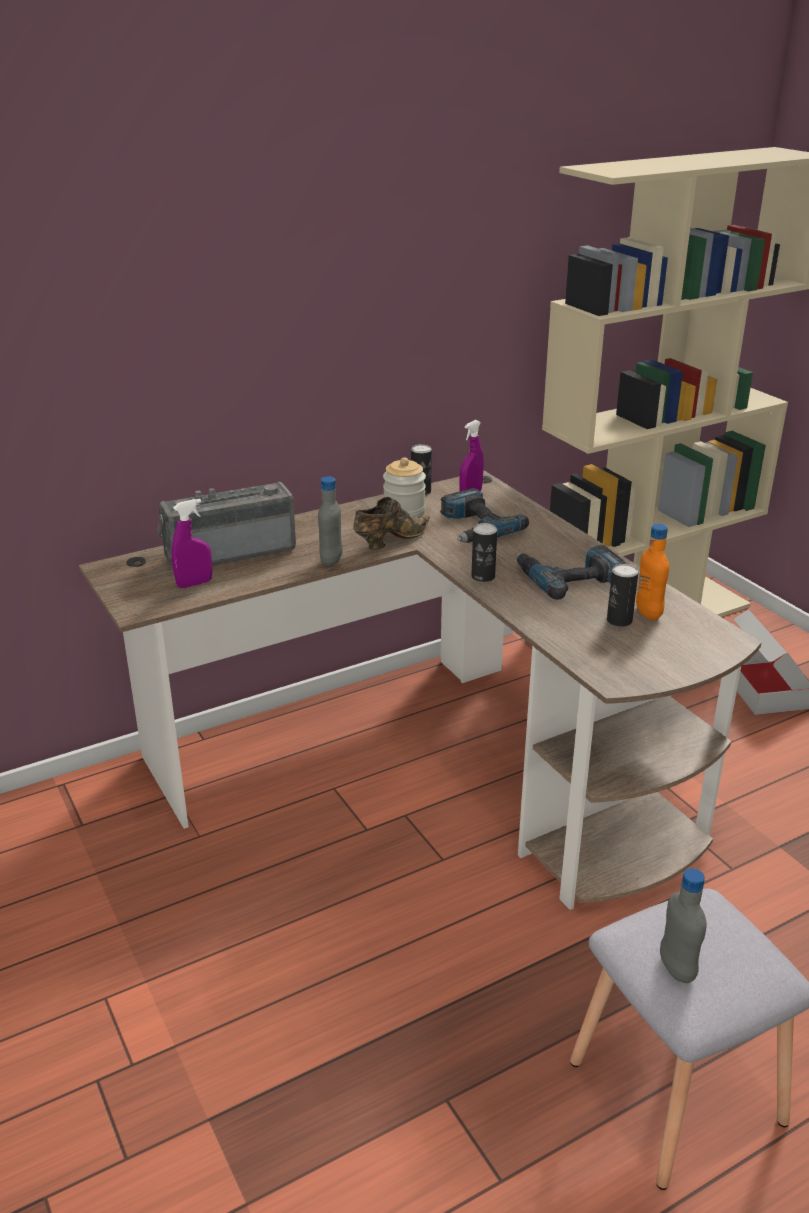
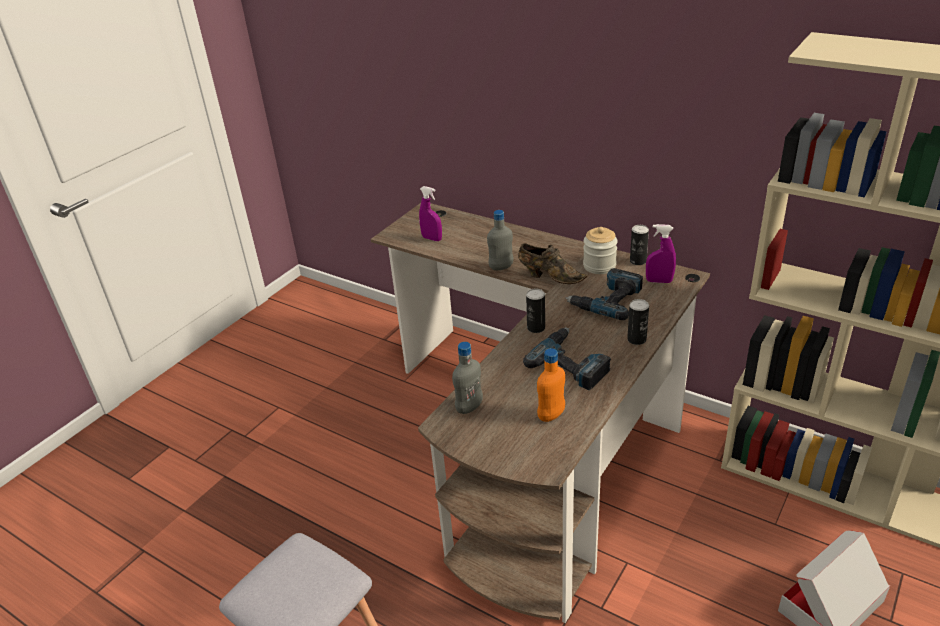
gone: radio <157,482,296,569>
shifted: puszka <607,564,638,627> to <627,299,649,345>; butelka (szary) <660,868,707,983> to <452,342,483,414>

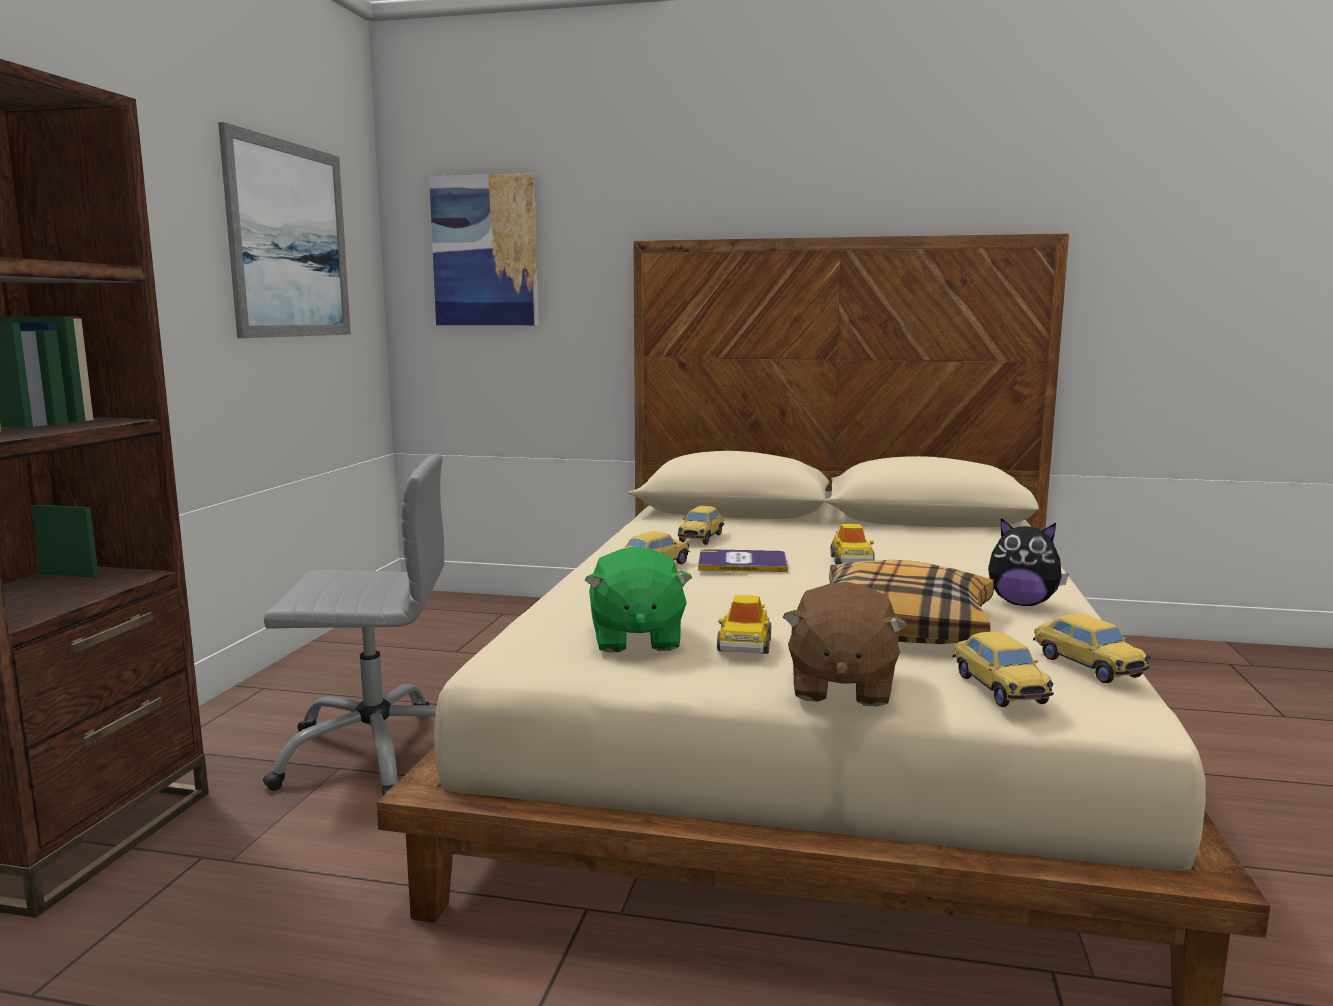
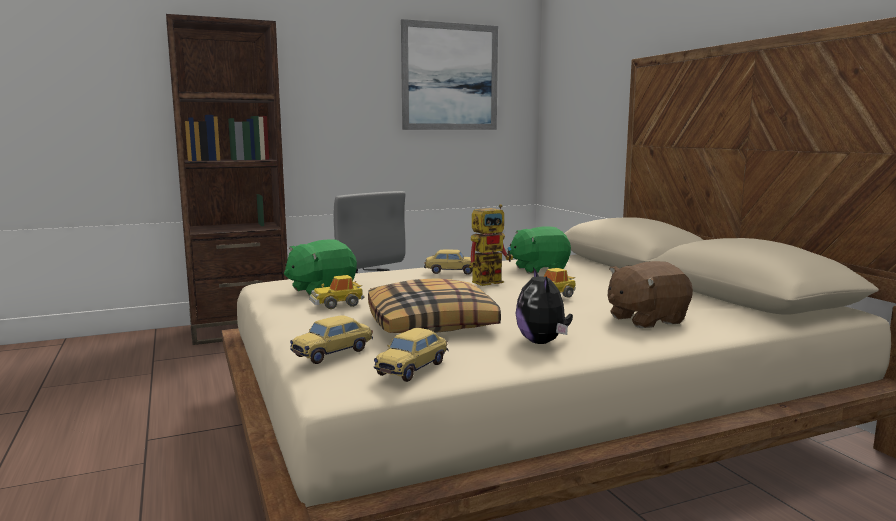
gone: obraz <429,173,539,325>
shifted: pluszak (brązowy) <783,582,908,707> to <608,261,693,328>
swapped: samochodzik <678,506,724,545> to pluszak (zielony) <510,226,571,273>; książka <698,549,788,572> to robot zabawkowy <469,204,513,286>

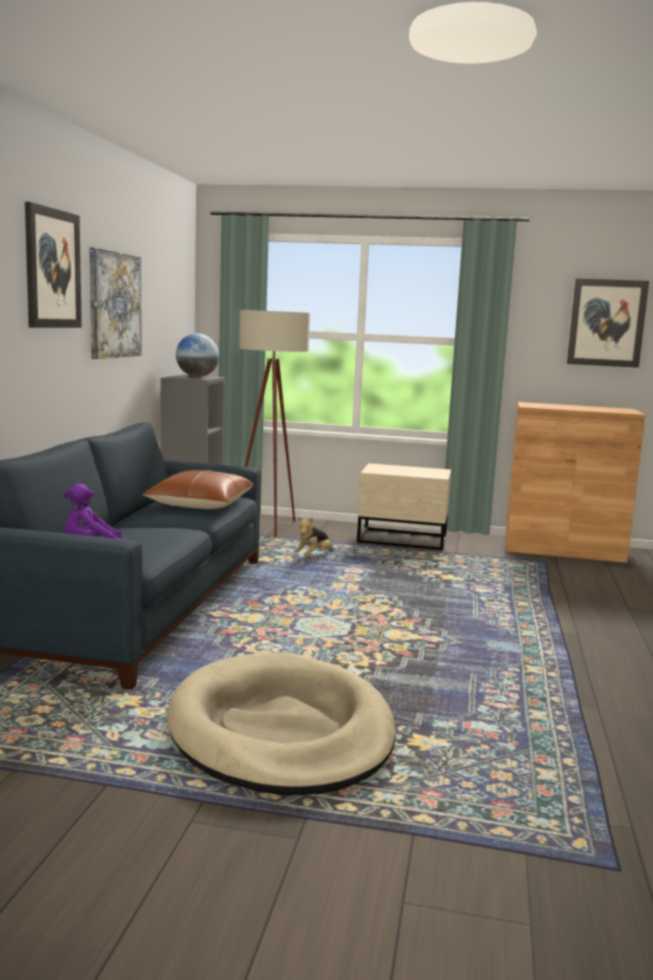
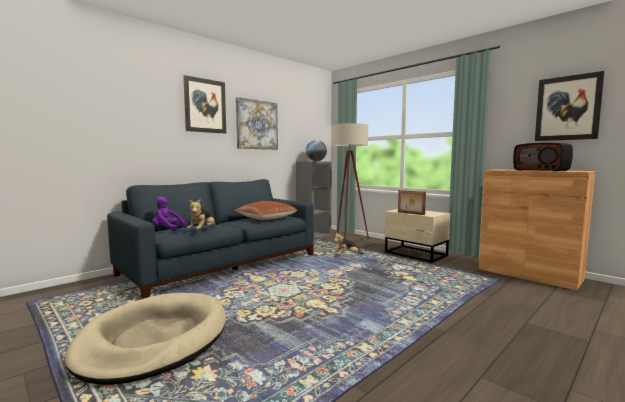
new: pluszak <187,199,215,230>; ramka na zdjęcie <398,190,426,215>; radio <513,142,573,171>

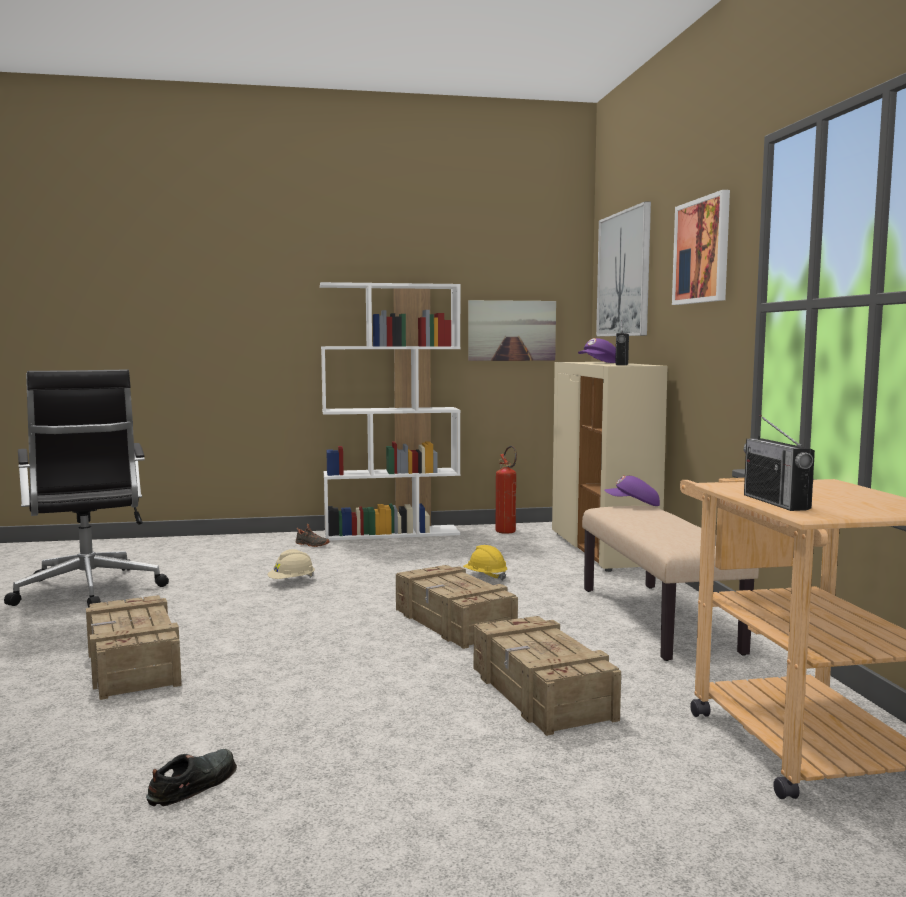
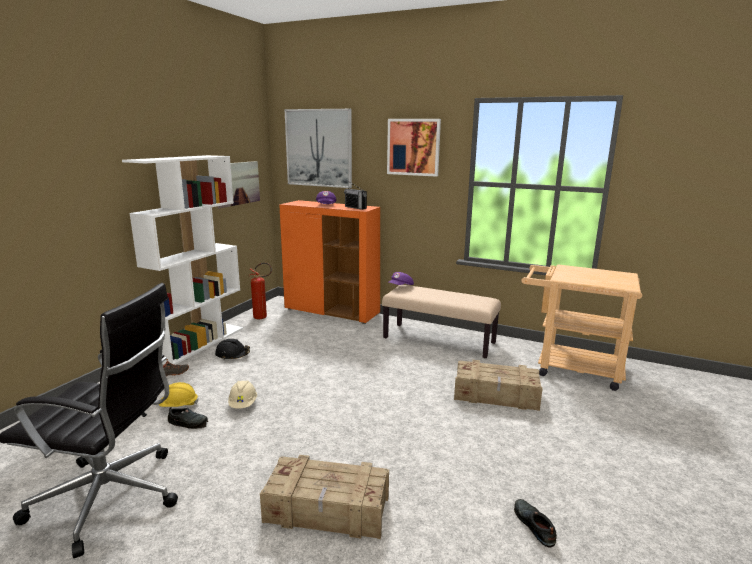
gone: skrzynka <396,565,518,649>; radio <744,415,815,511>
new: but (czarny) <168,407,208,429>; kask (czarny) <215,339,250,360>
shifted: kask (żółty) <463,545,507,581> to <159,382,198,407>
repainted: szafka (beżowy) <552,362,668,572> to szafka (pomarańczowy) <279,200,380,324>

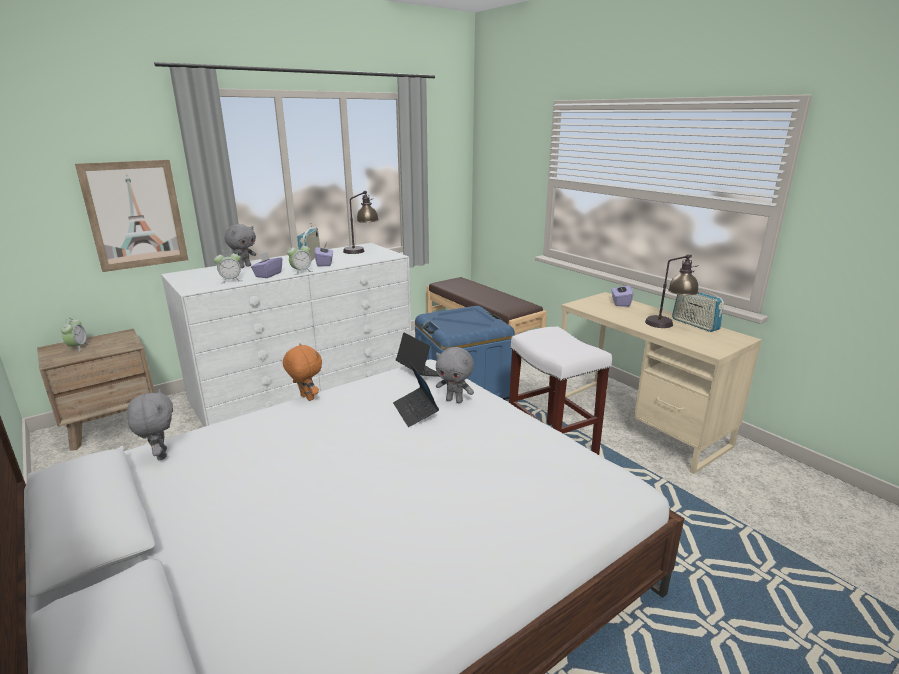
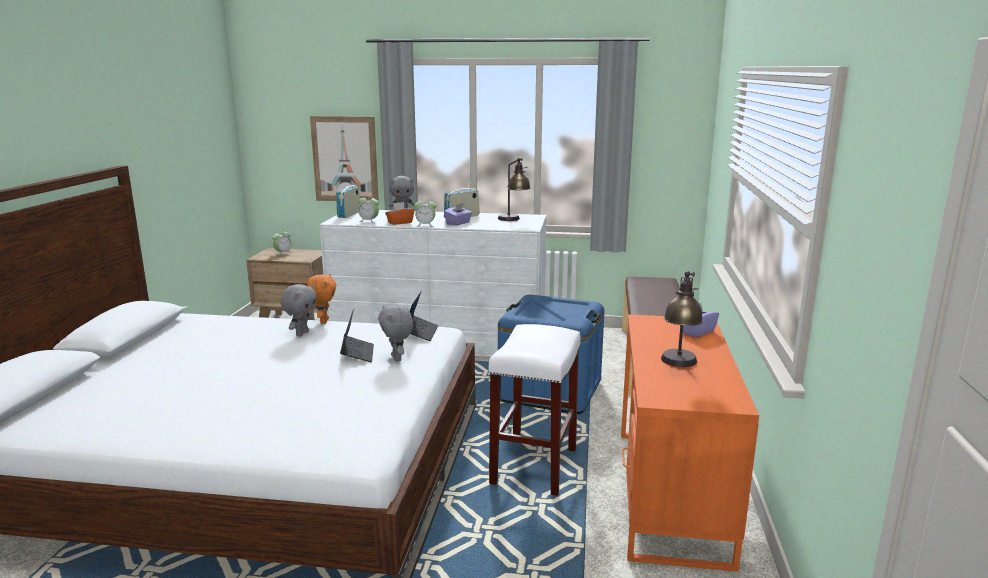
shifted: pluszak (szary) <127,389,173,460> to <281,284,317,336>; radio <672,289,724,332> to <336,181,360,218>
repainted: pudełko chusteczek (fioletowy) <251,252,282,278> to pudełko chusteczek (pomarańczowy) <385,202,414,225>; biurko (beżowy) <561,292,762,474> to biurko (pomarańczowy) <621,314,759,572>
rotated: laptop <393,363,439,427> = <340,308,374,362> 150 degrees clockwise

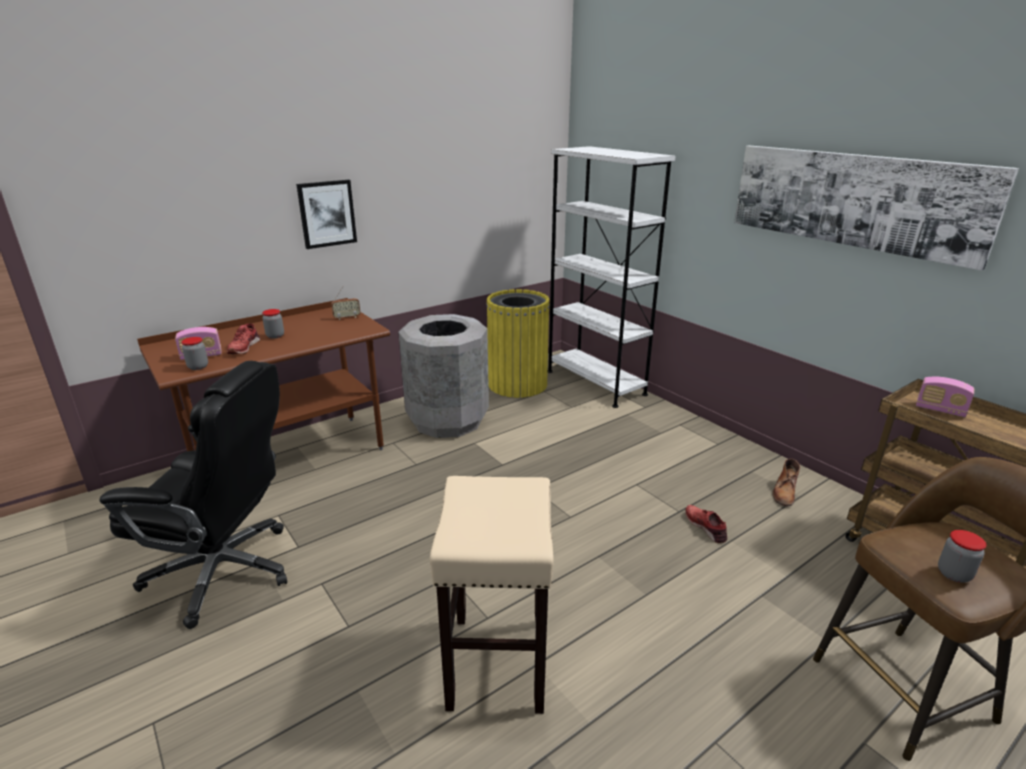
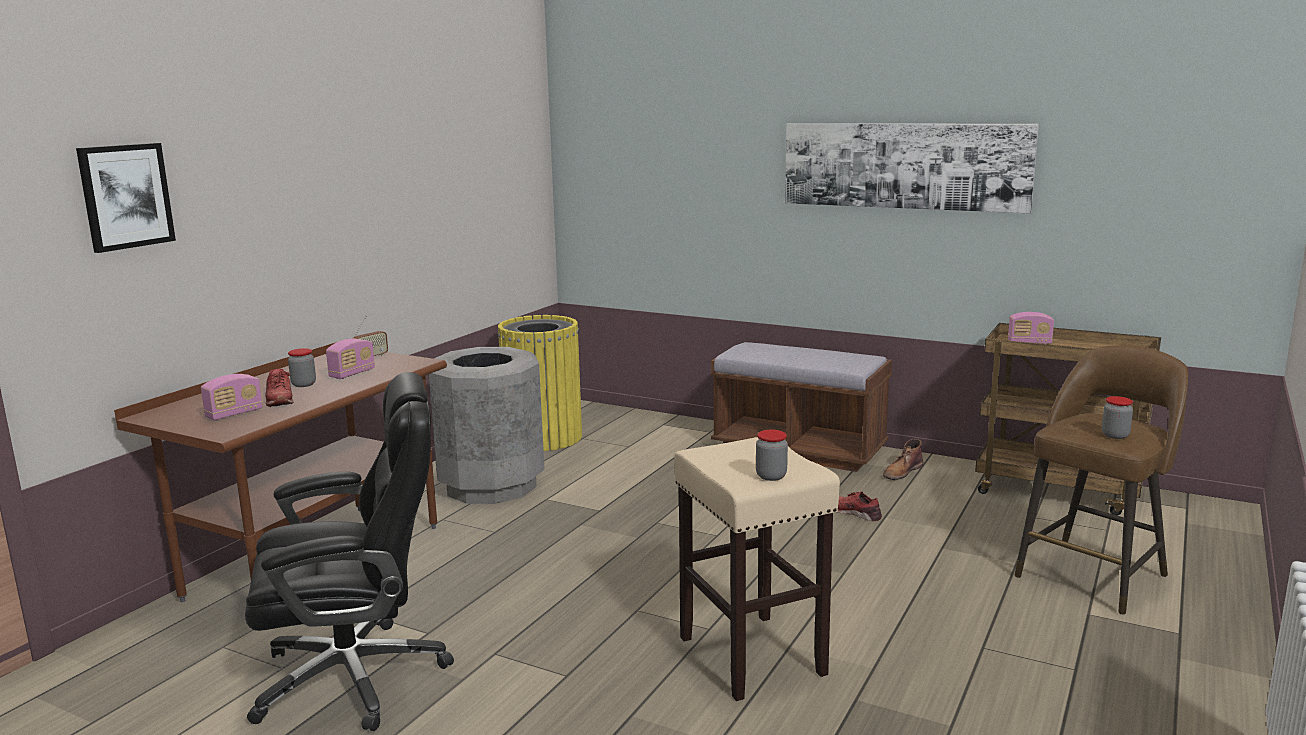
gone: regał (biały) <548,146,675,408>
new: radio <326,339,375,379>; ławka (brązowy) <711,342,892,472>
shifted: słoik <181,337,208,370> to <756,430,788,481>; obraz <296,180,357,249> to <76,143,176,253>
rotated: but z cholewką (brązowy) <772,459,800,506> = <883,439,923,480> 45 degrees clockwise

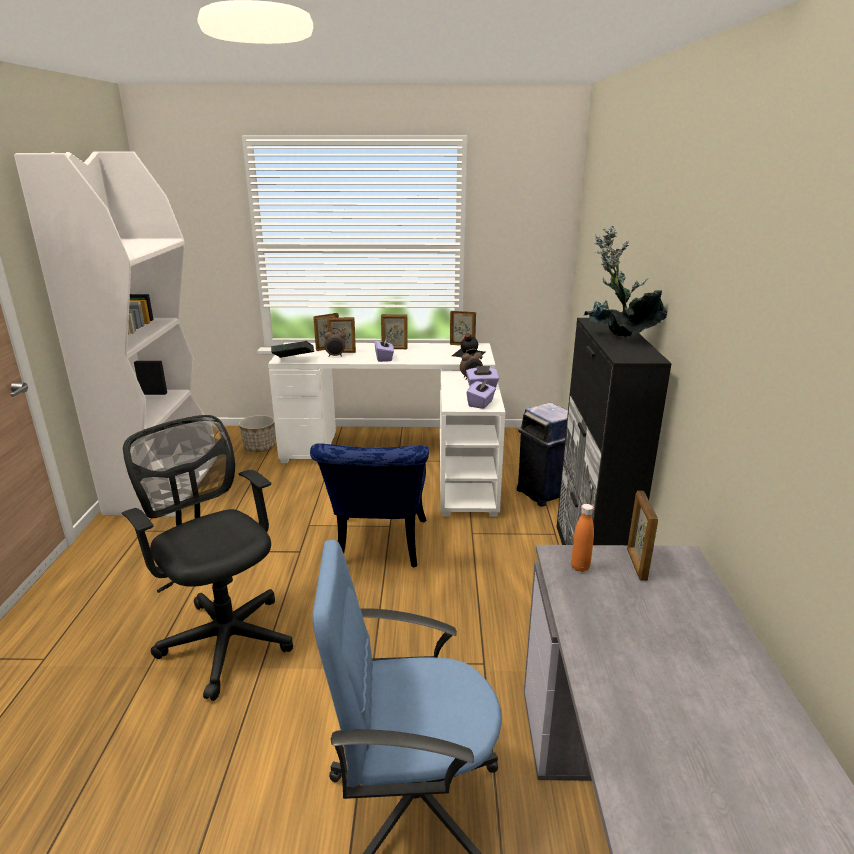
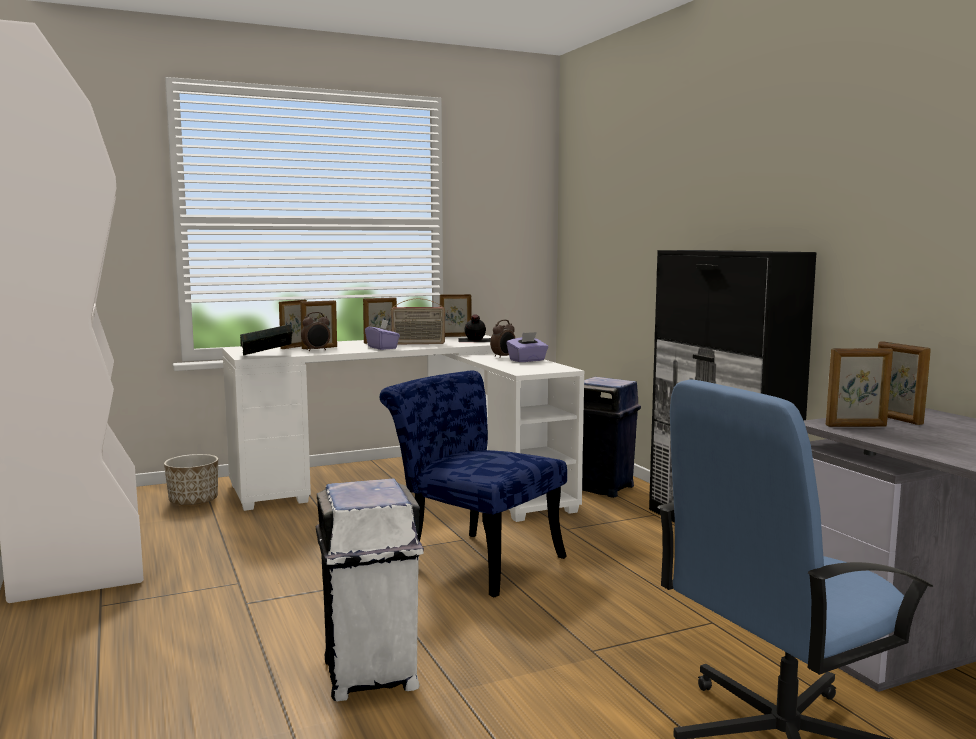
gone: pudełko chusteczek (fioletowy) <466,379,496,409>; roślina doniczkowa <584,226,667,337>
new: radio <391,298,446,344>
swapped: krzesło biurowe (czarny) <122,415,293,701> to kosz na śmieci (biały) <316,479,424,702>; butelka (pomarańczowy) <571,504,594,572> to ramka na zdjęcie <826,348,893,427>
rotated: krzesło (niebieski) <310,443,429,568> = <380,371,567,597> 150 degrees clockwise

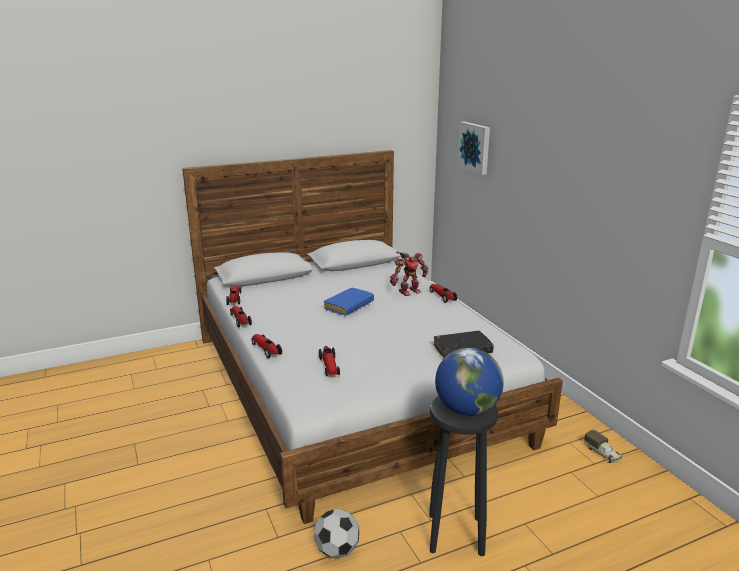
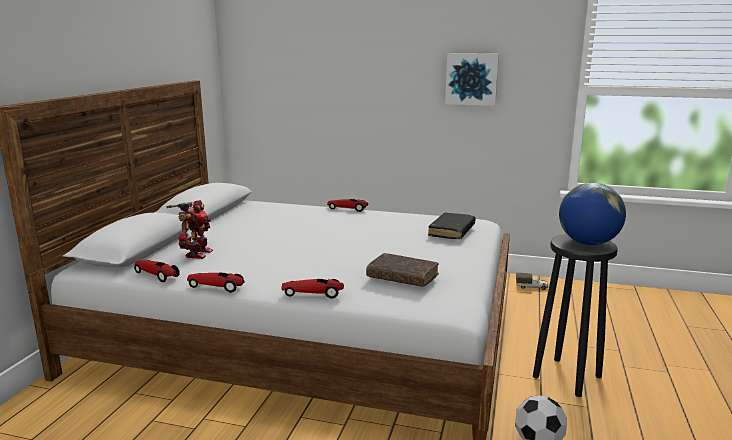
gone: książka (niebieski) <324,288,374,315>
shifted: robot zabawkowy <390,251,428,296> to <166,200,213,259>; obraz <457,121,490,175> to <445,53,499,106>
swapped: samochodzik <319,346,340,376> to książka (brązowy) <366,253,439,287>

